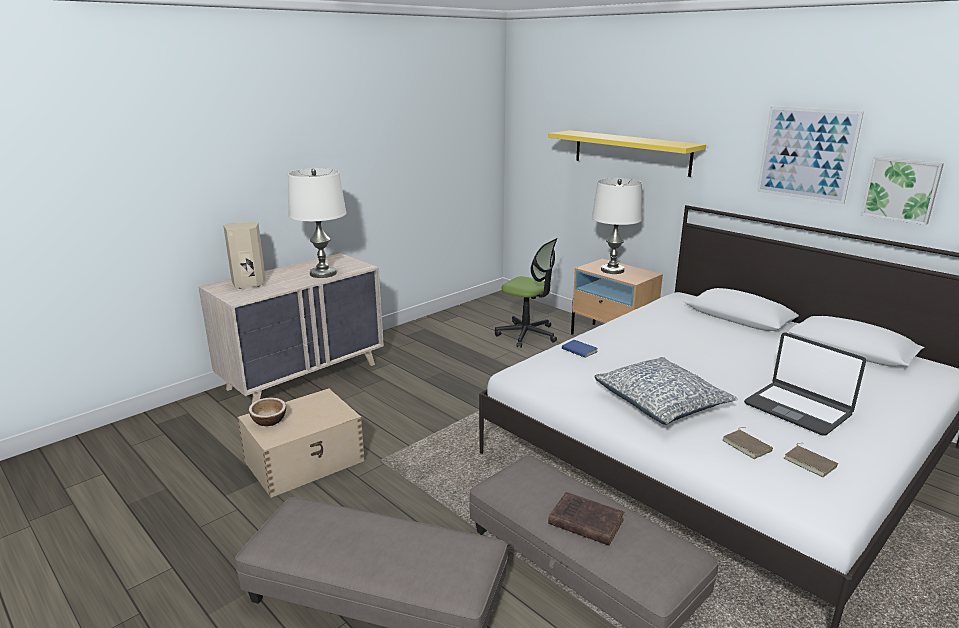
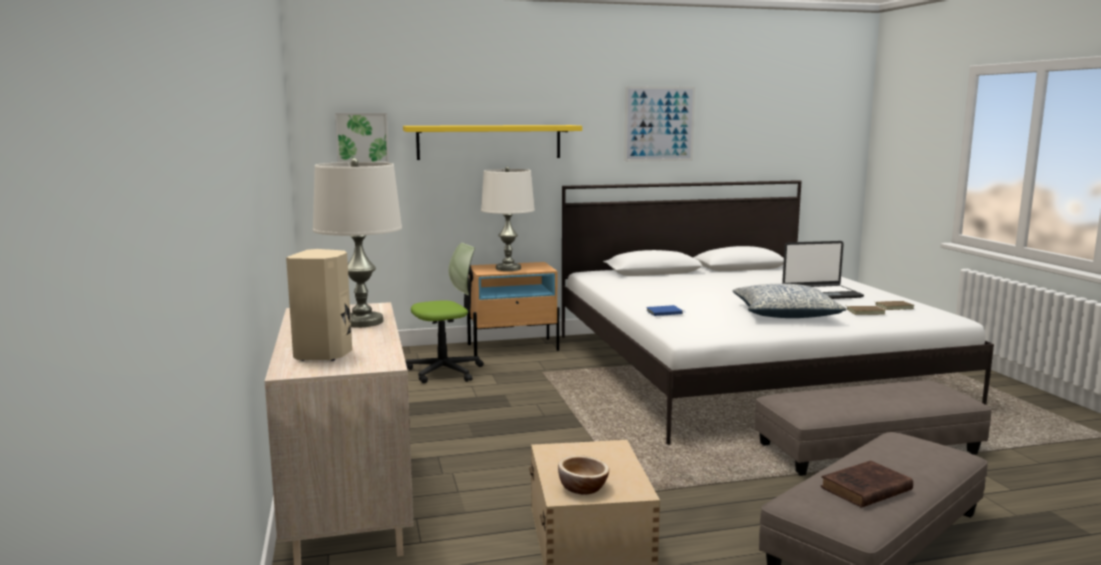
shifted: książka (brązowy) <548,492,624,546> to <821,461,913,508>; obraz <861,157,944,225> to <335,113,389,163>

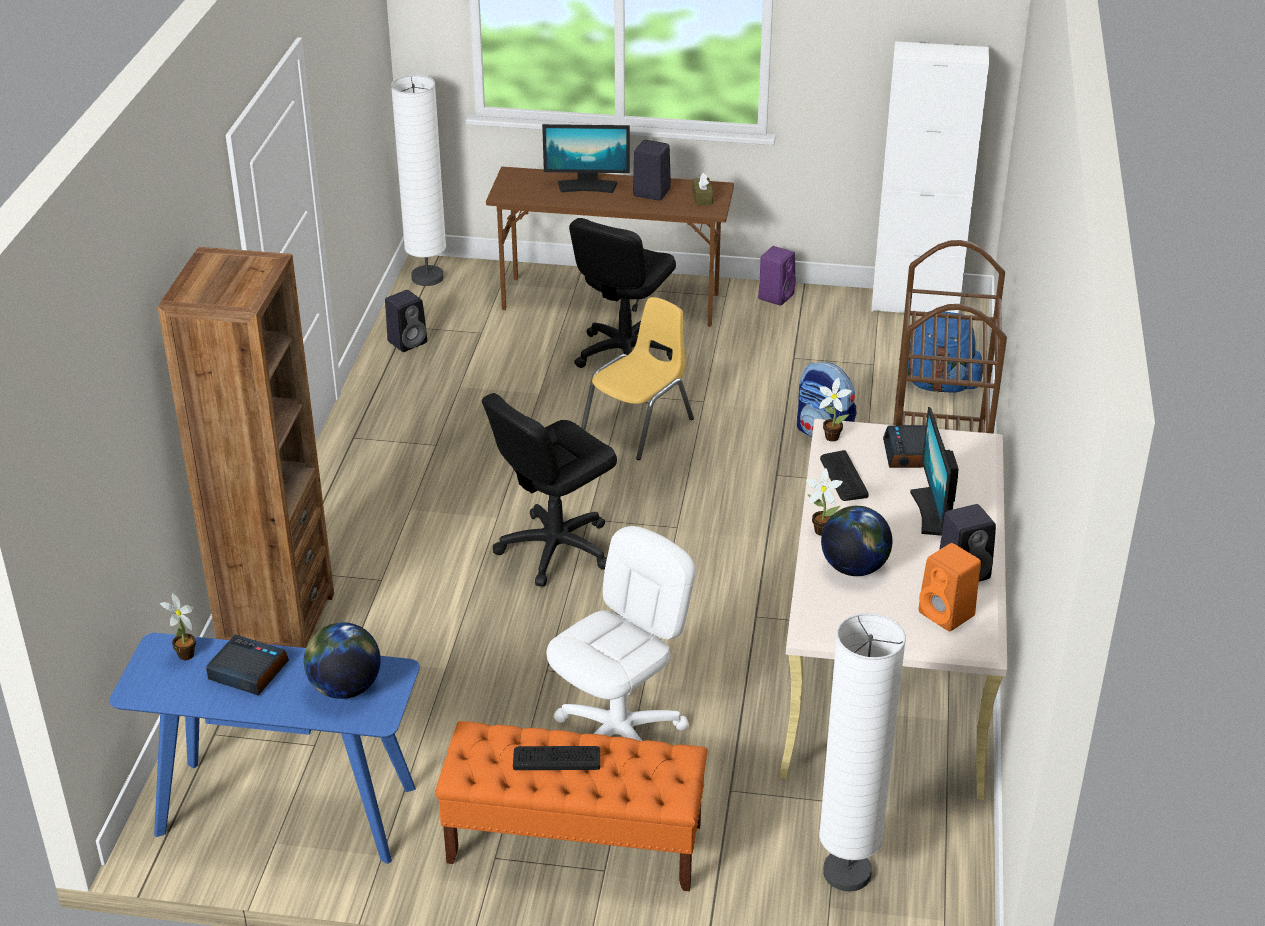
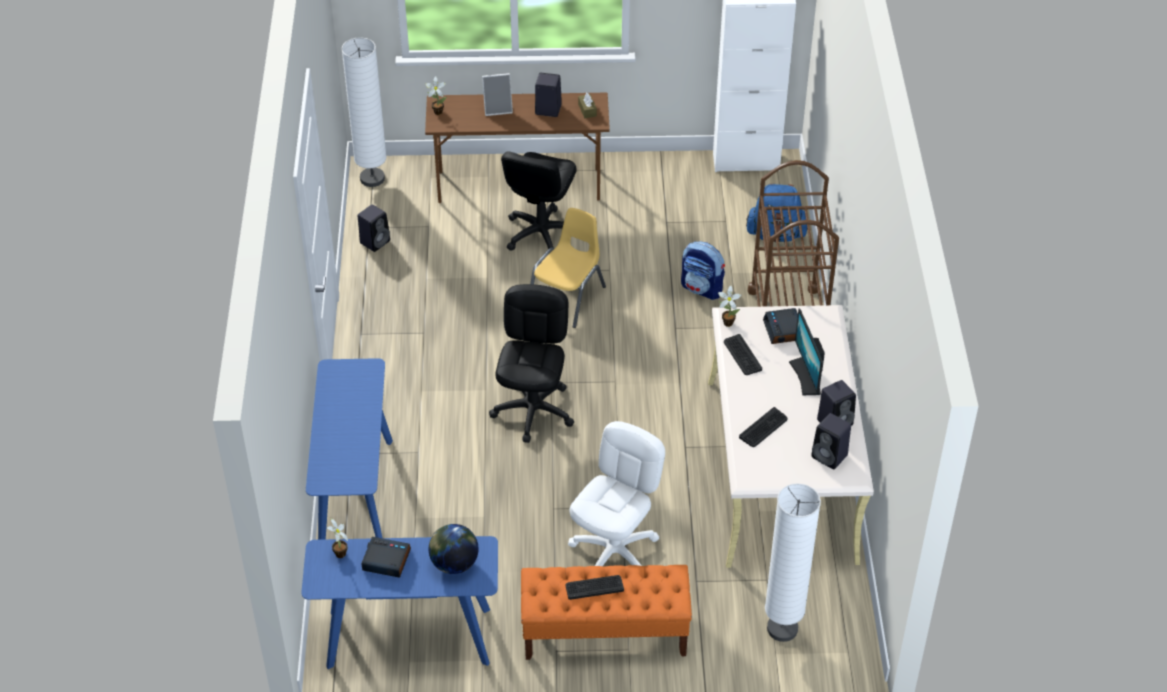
gone: głośnik (fioletowy) <758,246,796,306>
shifted: roślina doniczkowa <806,468,843,536> to <425,76,447,115>
swapped: regał (brązowy) <158,247,334,648> to stolik konsolowy (niebieski) <306,358,393,540>; monitor <542,124,630,193> to ramka na zdjęcie <482,73,513,116>; globus <821,506,892,576> to klawiatura <739,407,788,447>
repainted: głośnik (pomarańczowy) <918,543,981,631> to głośnik (czarny) <811,413,851,469>
rotated: krzesło biurowe (czarny) <482,393,617,587> = <489,284,574,443> 150 degrees clockwise

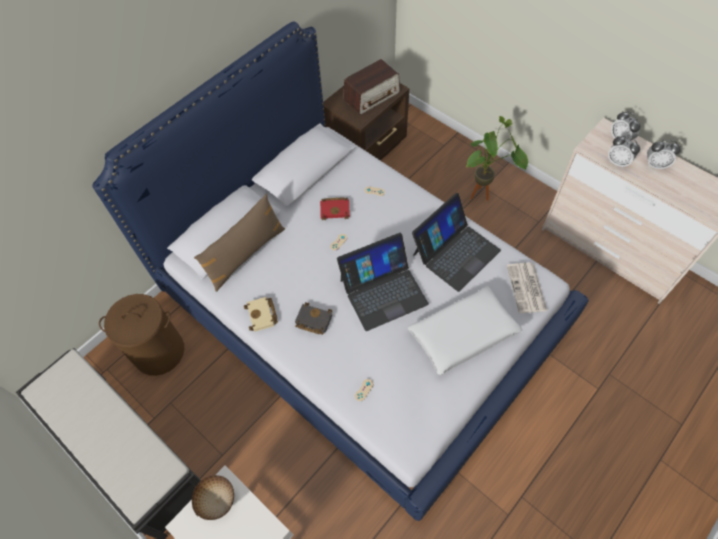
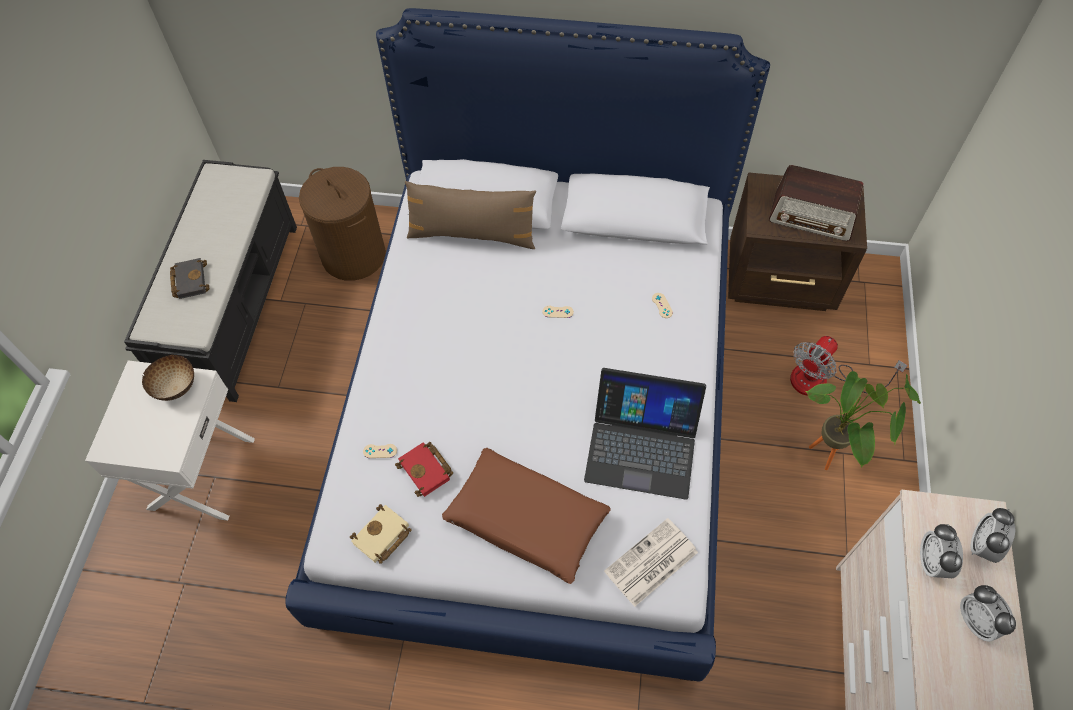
gone: laptop <337,233,429,331>
new: wentylator <790,336,908,396>
shifted: książka (beżowy) <244,297,278,332> to <350,504,412,564>; książka (czarny) <295,302,332,335> to <170,258,210,299>; książka (czerwony) <320,197,350,220> to <395,442,453,497>
repainted: poduszka (biały) <408,286,522,375> to poduszka (brązowy) <442,448,610,584>

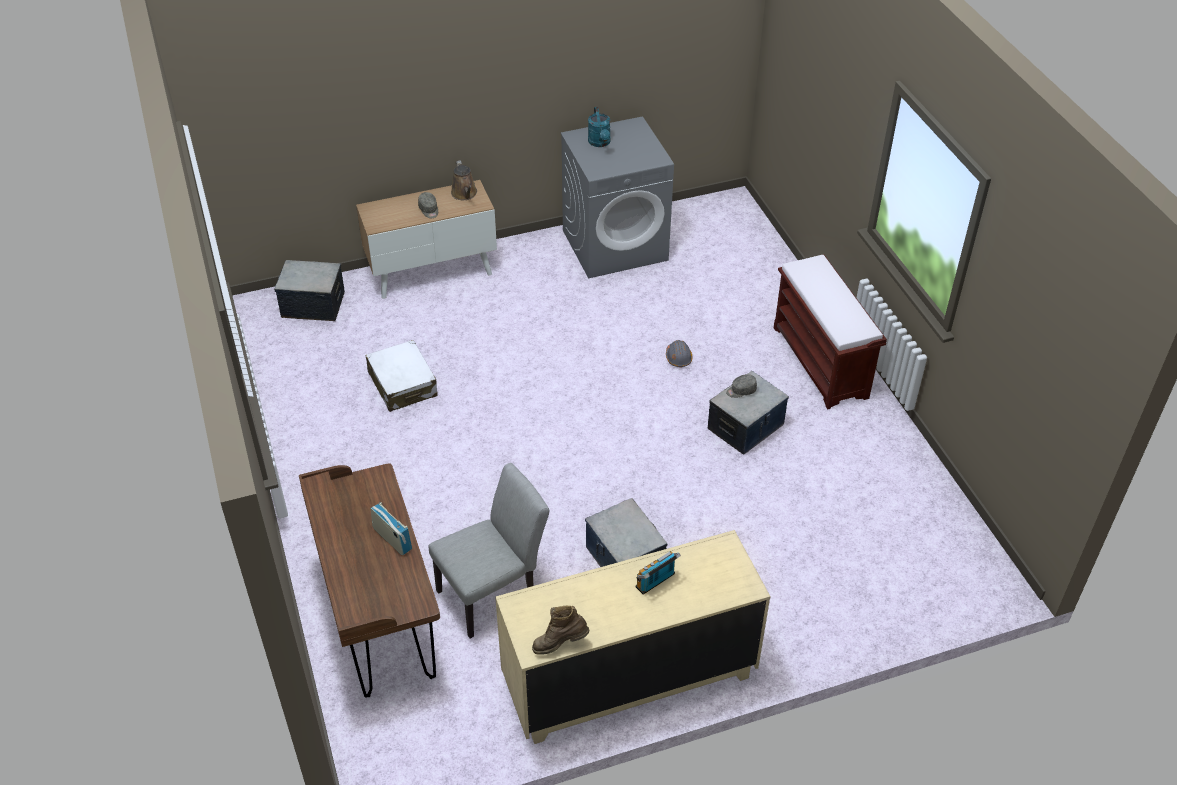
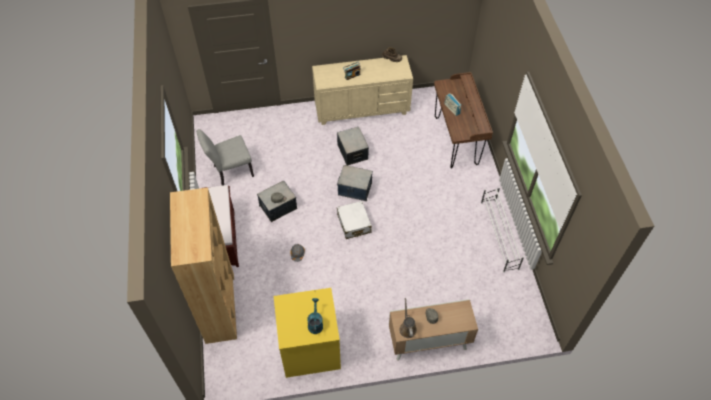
new: regał (brązowy) <170,188,237,344>; regał na buty (biały) <481,187,524,272>
shifted: pojemnik do przechowywania <274,260,345,321> to <337,165,373,201>; walizka (biały) <366,340,438,412> to <337,201,372,239>; krzesło (szary) <429,463,550,639> to <196,129,254,186>
repainted: pralka (szary) <561,116,674,279> to pralka (żółty) <274,288,341,378>

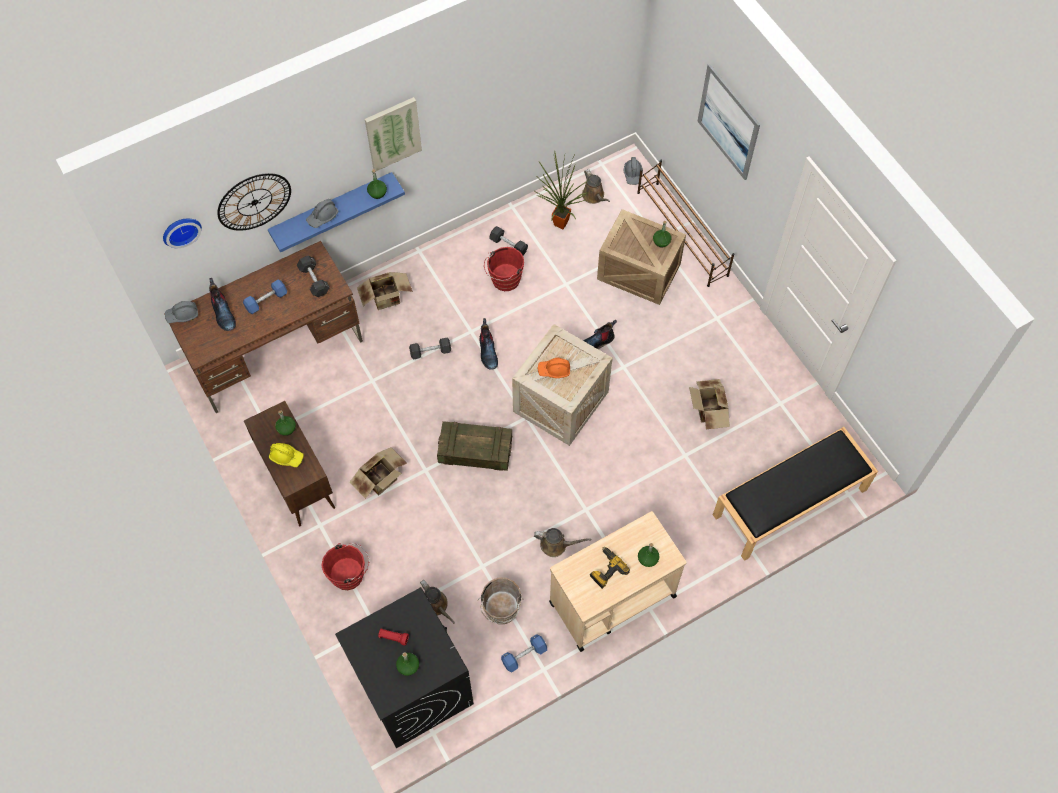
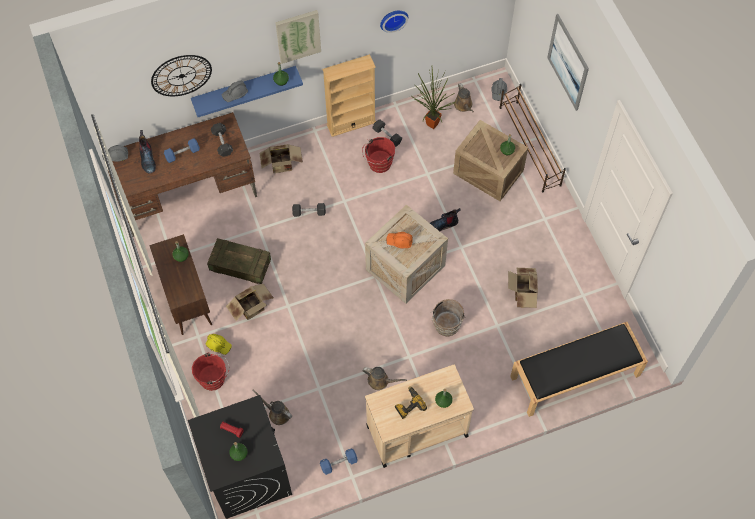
gone: but z cholewką <480,318,498,370>
new: regał (beżowy) <322,54,376,137>
shifted: zegar ścienny <163,219,202,248> to <380,11,408,33>; kask (żółty) <269,443,304,467> to <206,334,232,355>; skrzynka <437,421,512,471> to <207,238,271,284>; wiadro (brązowy) <478,577,523,624> to <431,299,465,337>
rotated: konewka (brązowy) <420,580,455,624> = <252,390,292,425> 150 degrees clockwise

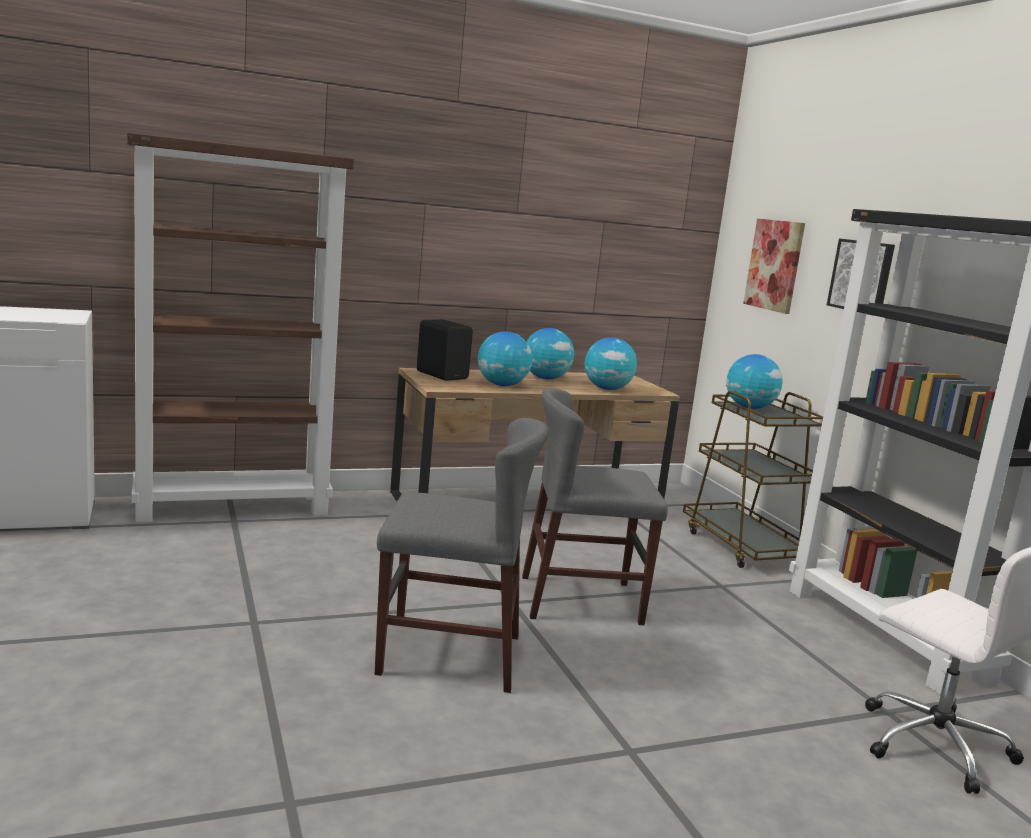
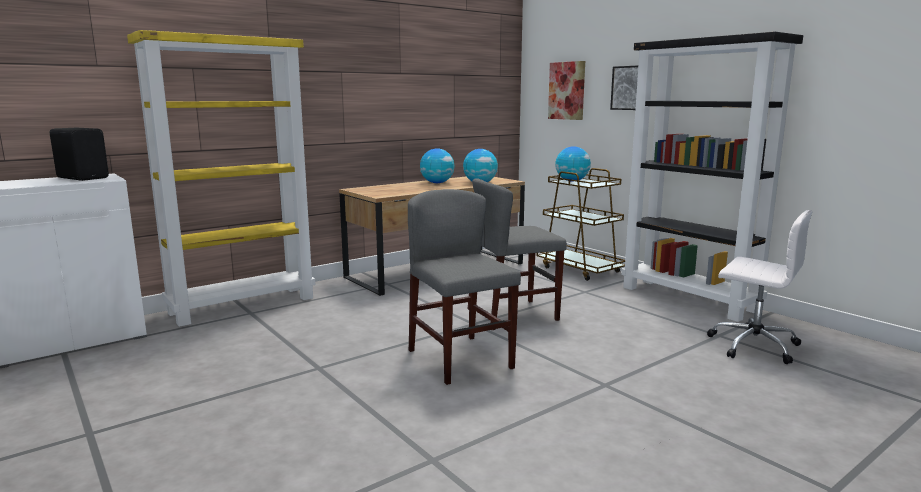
gone: globus <478,332,532,386>
shifted: głośnik (czarny) <417,319,473,381> to <50,128,109,181>
repainted: regał (brązowy) <127,132,354,522> to regał (żółty) <127,30,315,327>
rotated: krzesło (szary) <375,418,549,693> = <408,189,521,385> 105 degrees counterclockwise

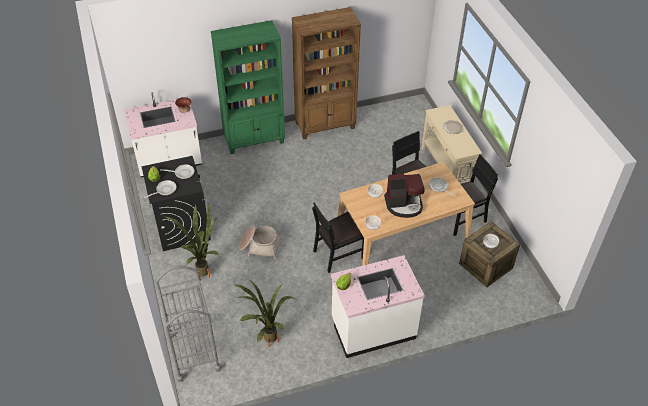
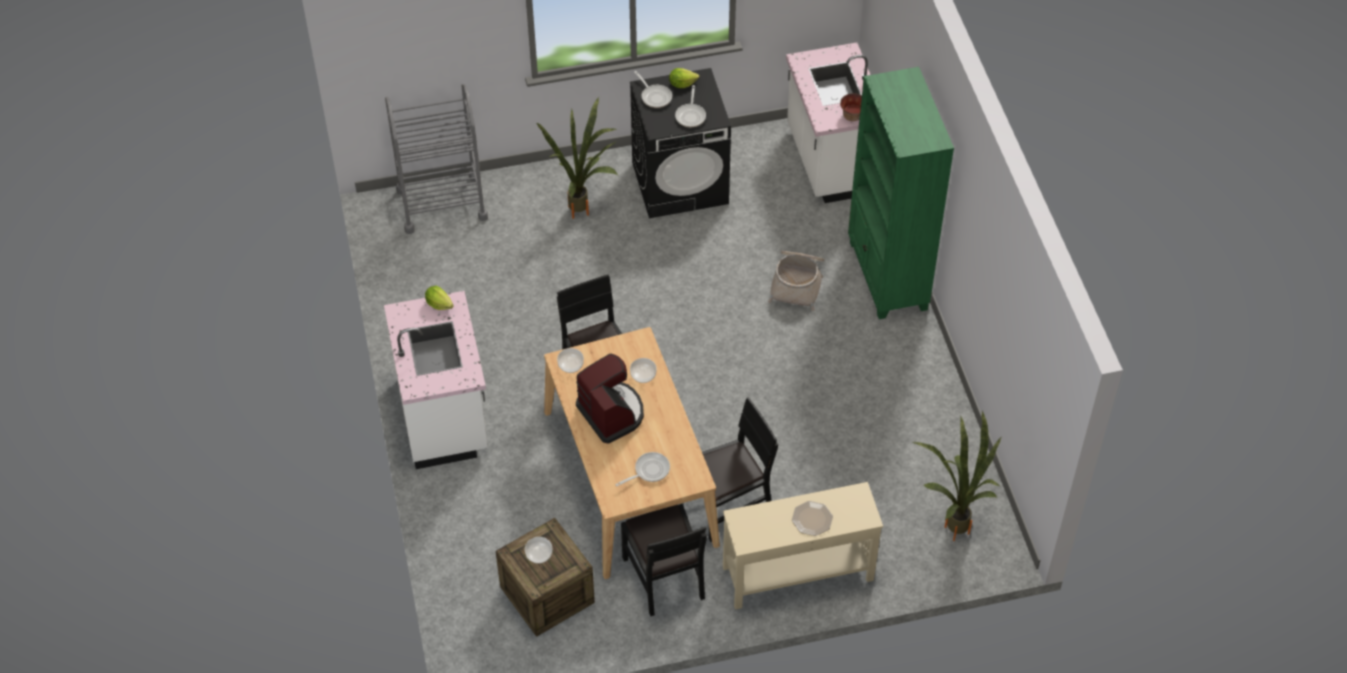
gone: regał (brązowy) <292,7,361,140>
shifted: roślina doniczkowa <235,280,296,347> to <913,411,1001,541>; koszyk <239,226,282,260> to <768,251,824,311>
rotated: ekspres do kawy <384,174,425,218> = <576,354,644,444> 150 degrees clockwise

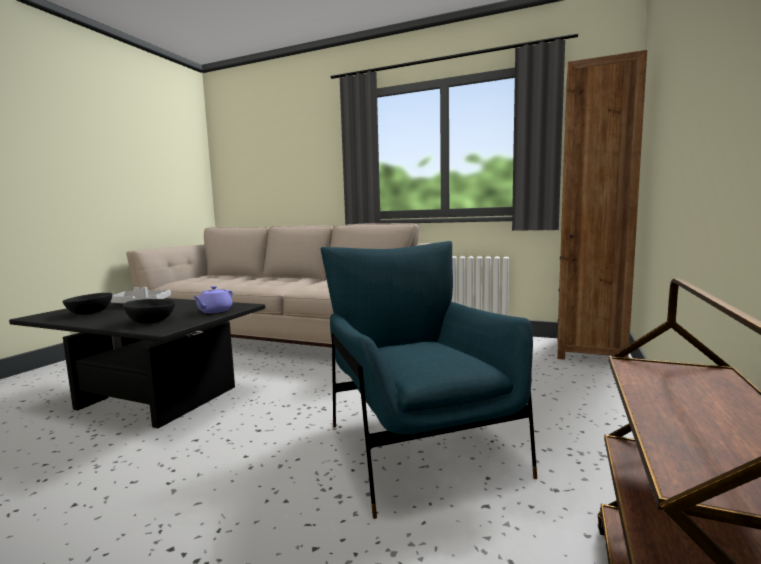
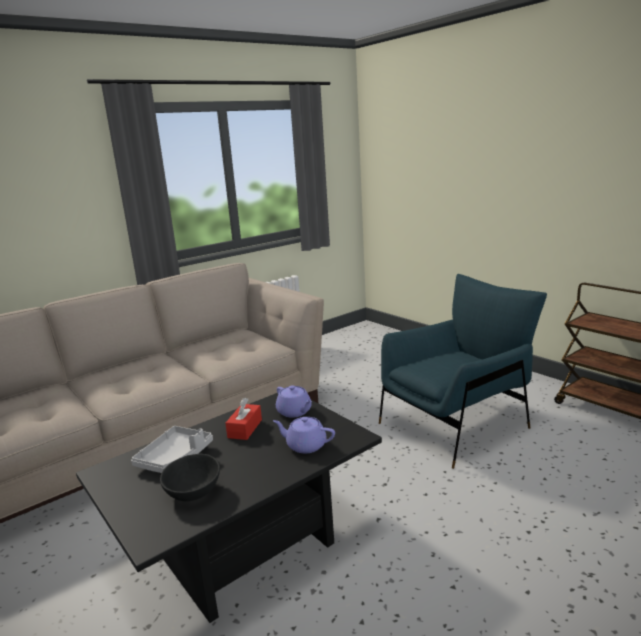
gone: regał (brązowy) <557,50,647,360>
new: pudełko chusteczek (czerwony) <225,398,262,440>
swapped: miska (czarny) <123,299,175,323> to imbryk (fioletowy) <273,417,335,453>
rotated: fotel (niebieski) <321,241,537,519> = <379,274,547,469> 135 degrees clockwise

